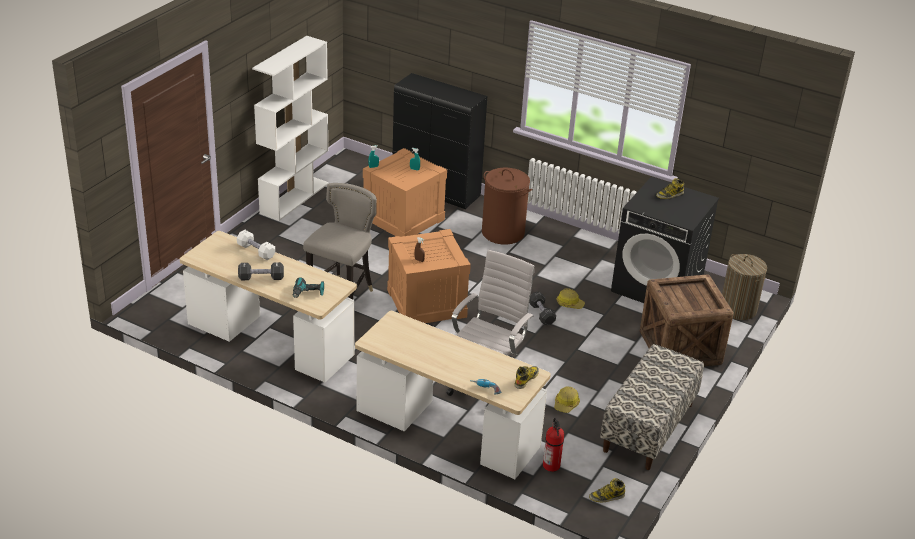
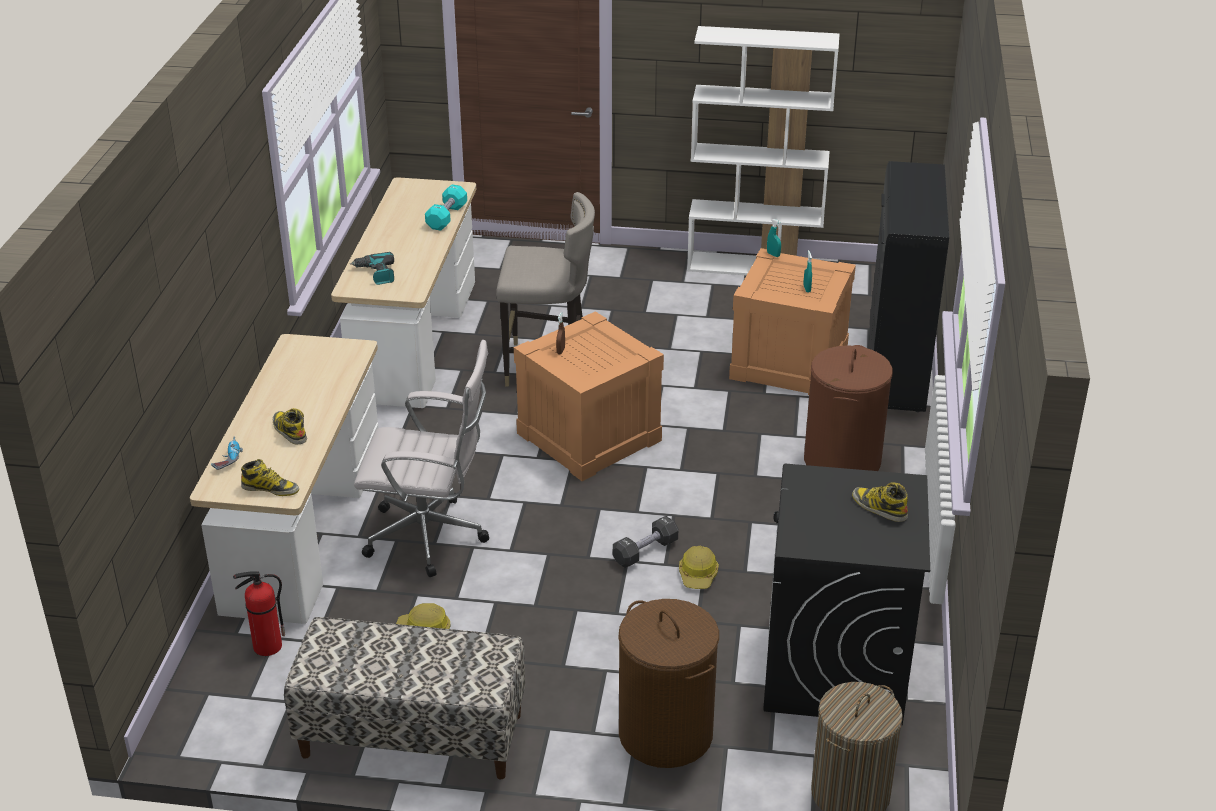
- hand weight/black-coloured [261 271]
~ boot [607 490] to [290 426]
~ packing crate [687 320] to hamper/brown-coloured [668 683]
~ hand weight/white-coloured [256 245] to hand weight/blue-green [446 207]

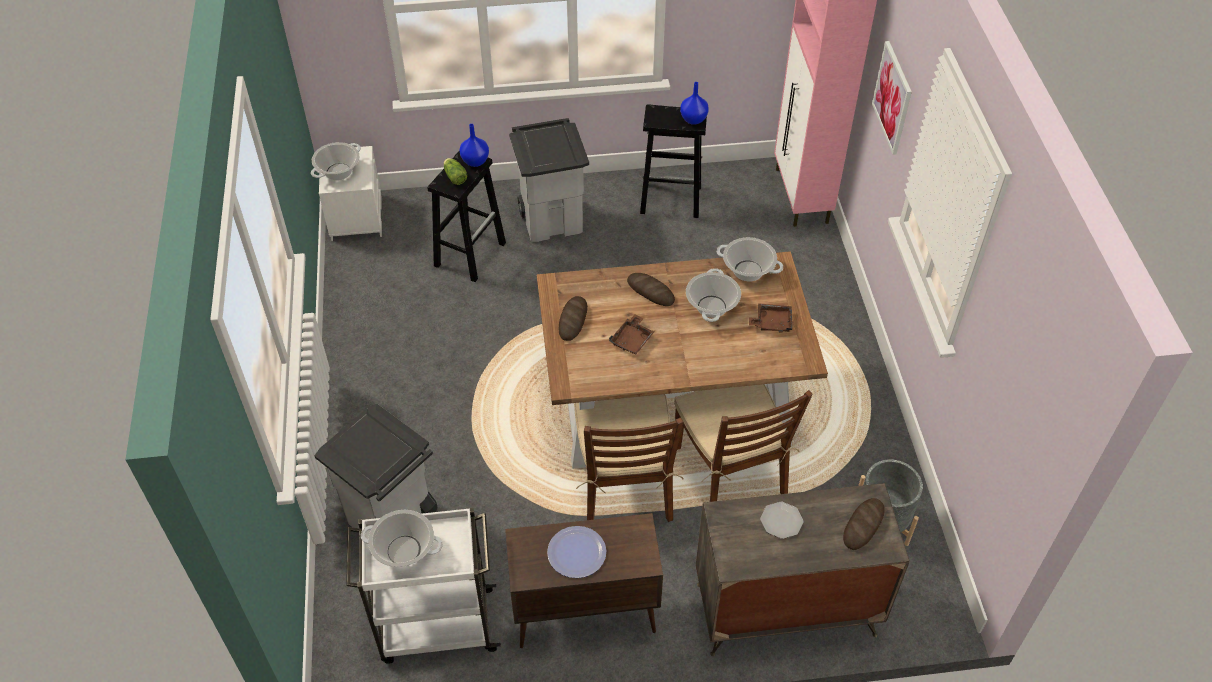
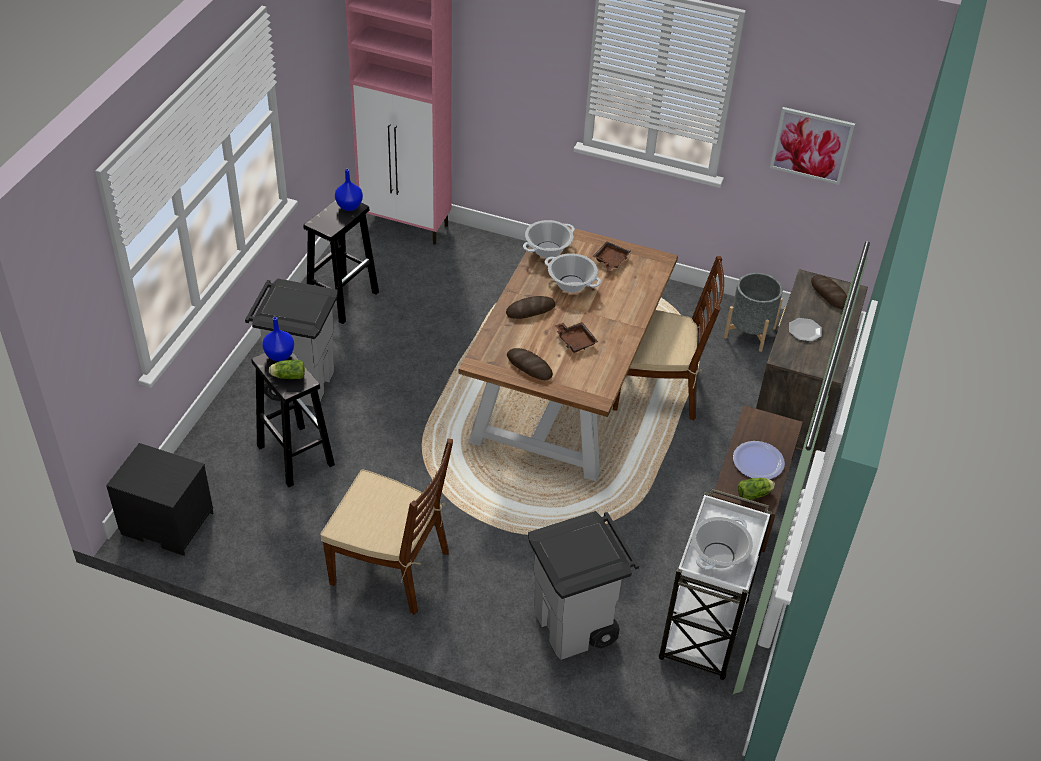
- cooking pot [336 161]
+ head of lettuce [756 489]
~ chair/brown-coloured [629 458] to [386 527]
~ picture [892 98] to [812 146]
~ night table/white-coloured [350 193] to night table/black-coloured [160 499]

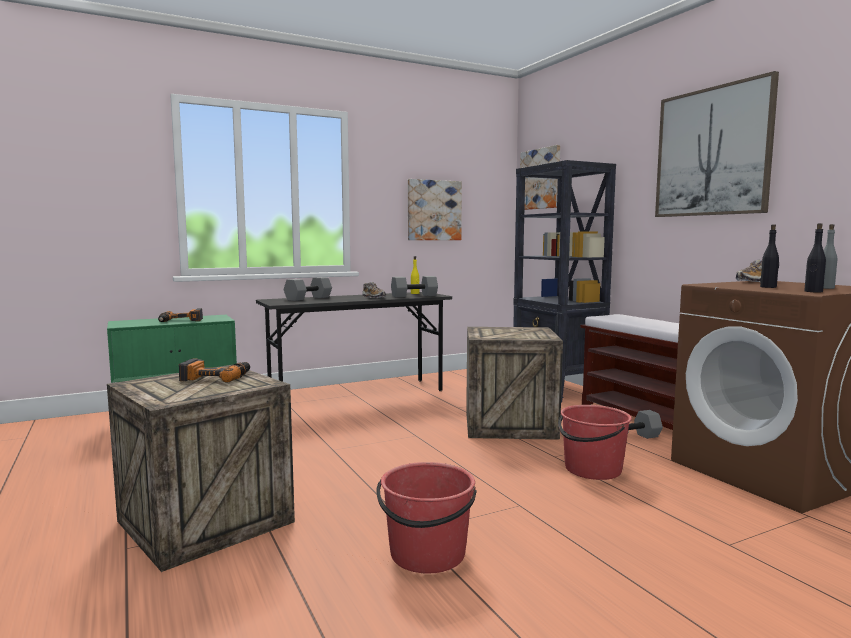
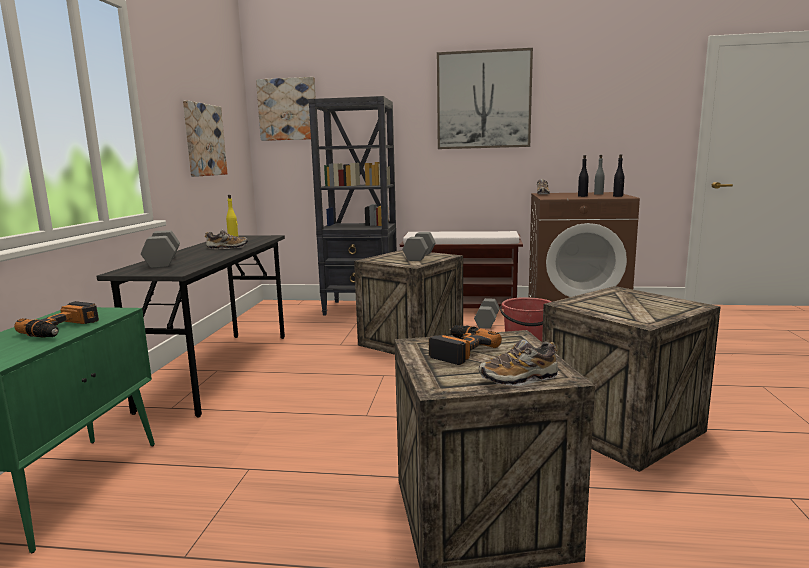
+ shoe [518 362]
~ hand weight/greyish [414 286] to [419 246]
~ water bucket/red-coloured [427 518] to packing crate [631 379]

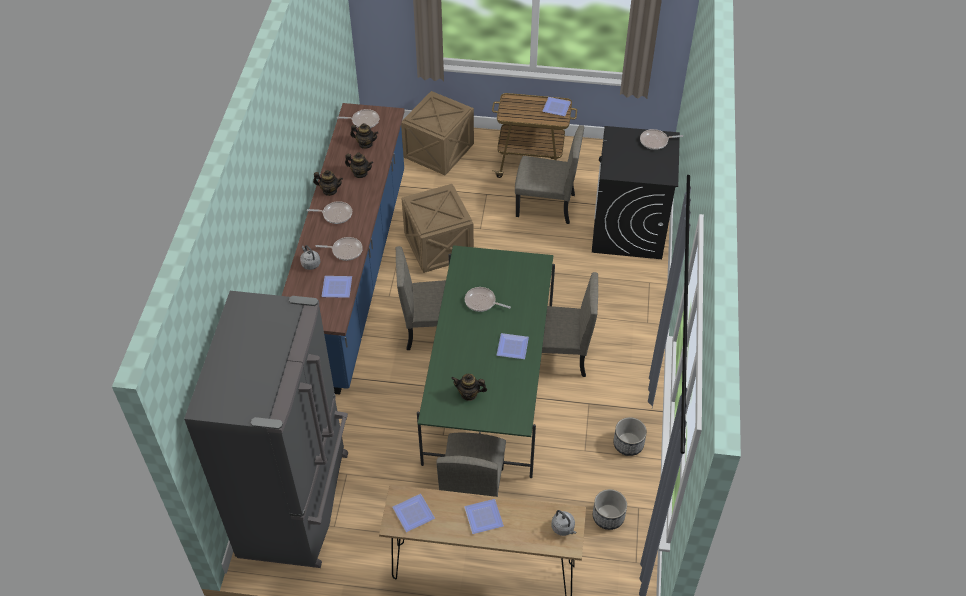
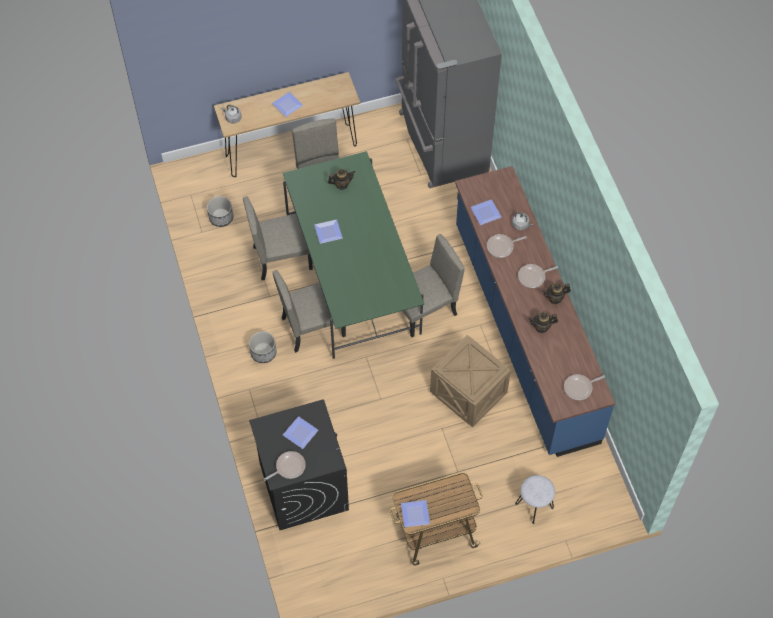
- tea pot [364 136]
- frying pan [488 299]
~ flat dish [413 513] to [300 432]
~ chair/sand-coloured [549 174] to [278 238]
~ flower pot [630 436] to [262 347]
~ packing crate [437 133] to stool seat/greyish [535 499]

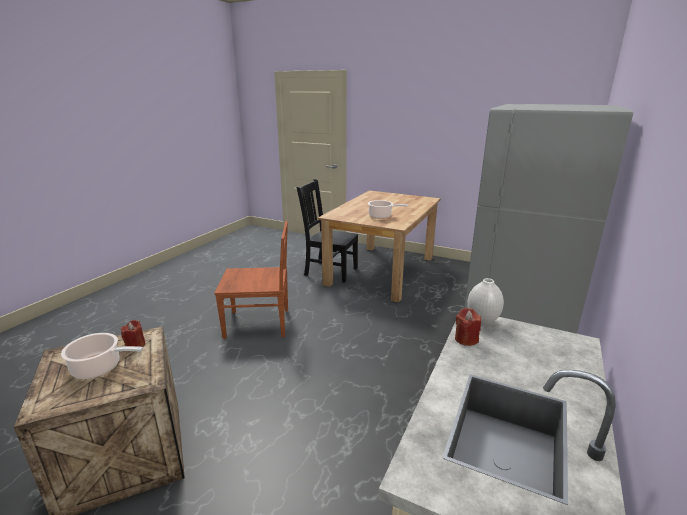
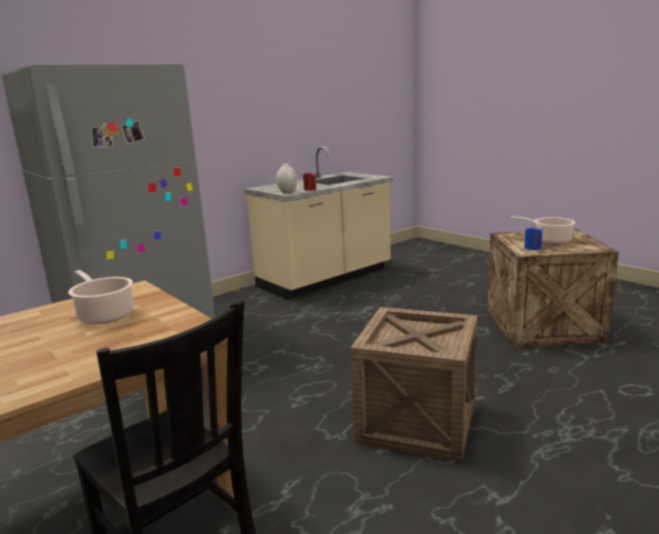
~ chair/brown-coloured [251 280] to packing crate [413 385]
~ candle/red-coloured [133 333] to candle/blue-coloured [533 237]

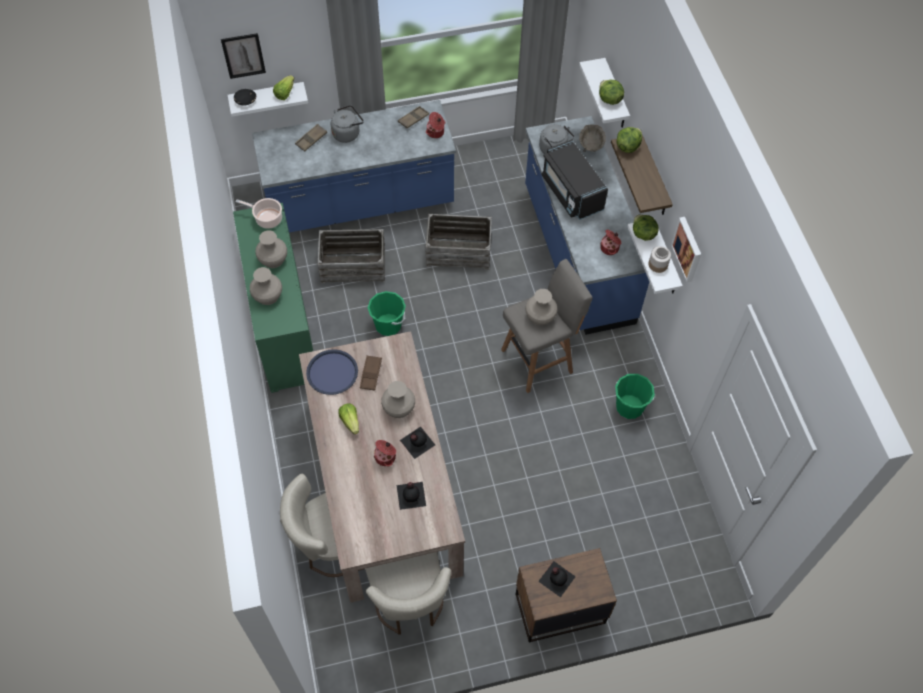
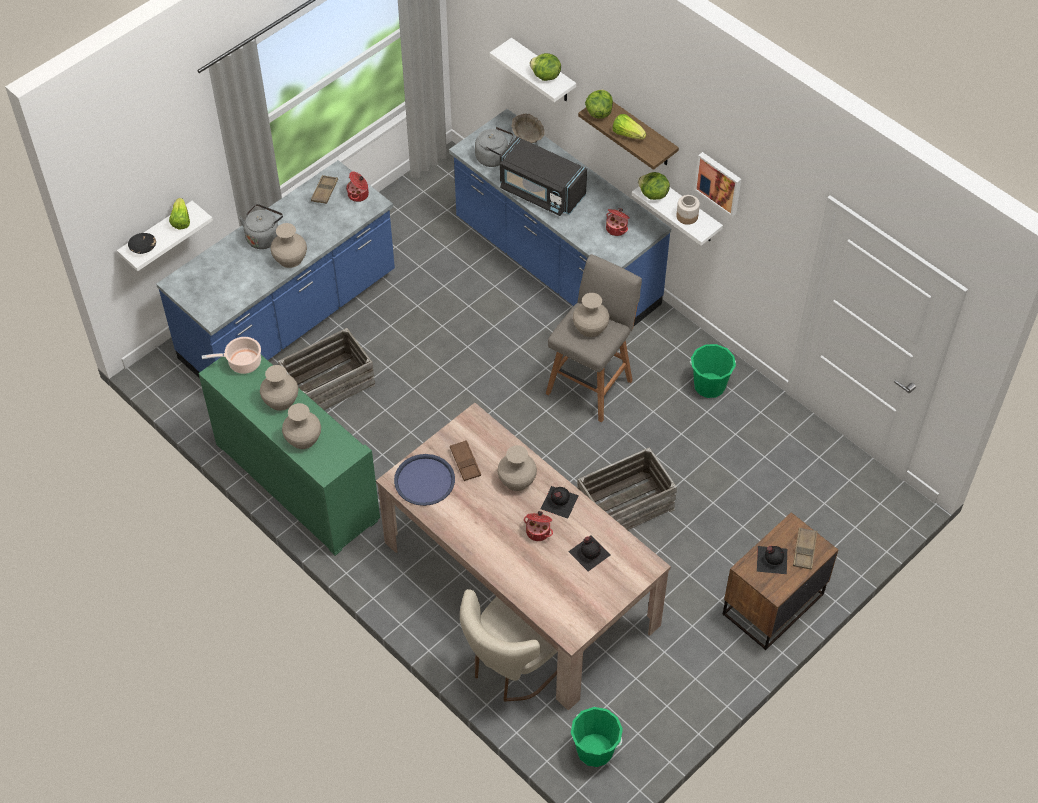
- picture [243 56]
- chair/sand-coloured [408 593]
+ vase/sand-coloured [289 245]
~ carrying tray/brown-coloured [311 138] to [805 548]
~ head of lettuce [348 419] to [629 126]
~ water bucket/greenish [387 313] to [597 737]
~ packing crate [458 242] to [627 488]

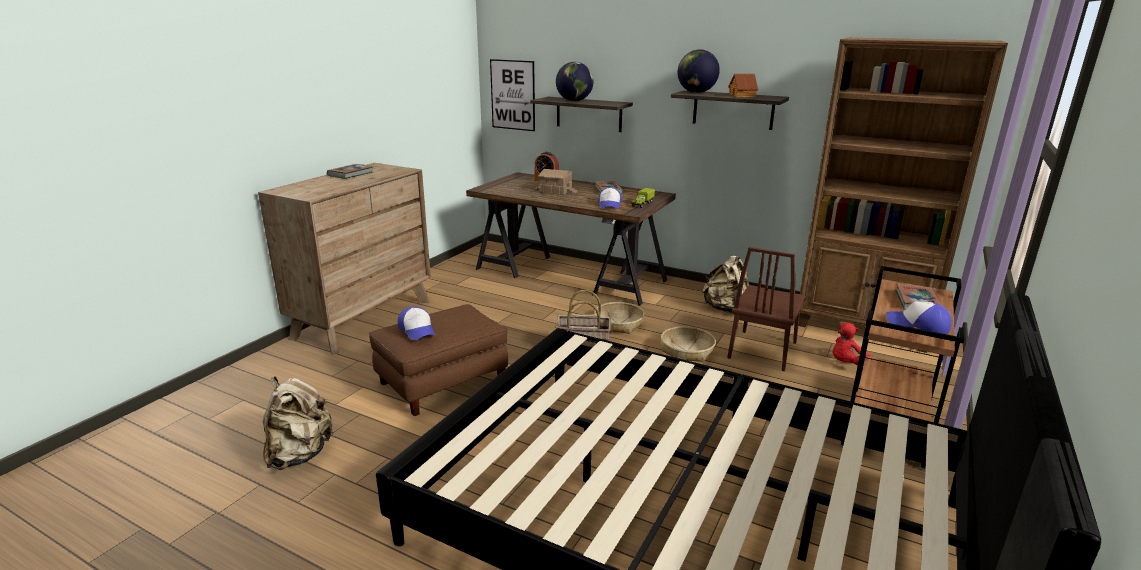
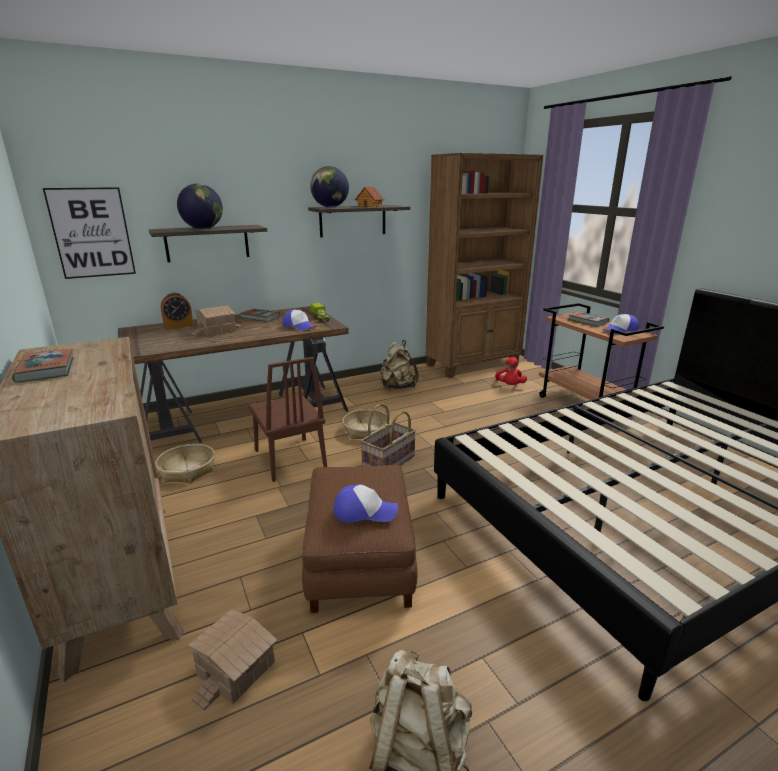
+ model house [232 659]
~ basket [688 344] to [185 463]
~ chair/brown-coloured [766 309] to [287 419]

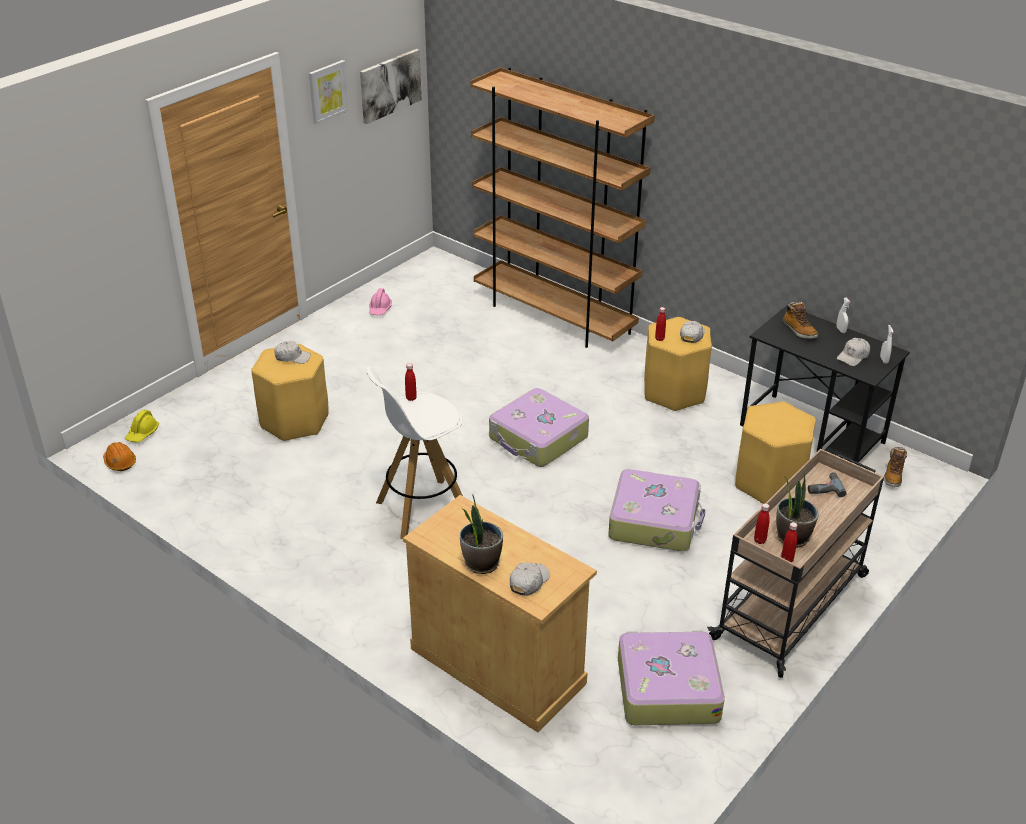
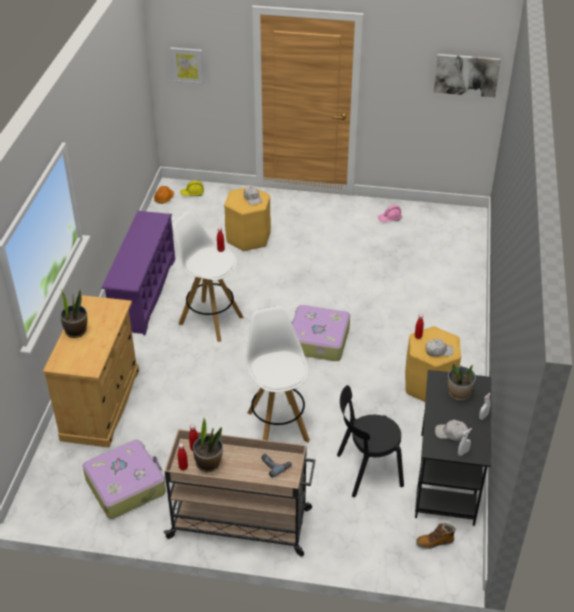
- bookshelf/brown-coloured [562 207]
- baseball cap/white-coloured [530 579]
+ shoe shelf/purple-coloured [138 273]
~ picture [329 92] to [187 66]
~ travel case [656 510] to stool seat/white-coloured [278 374]
~ stool seat/yellow-coloured [775 452] to chair/black-coloured [370 441]
~ boot [800 320] to potted plant [462 382]

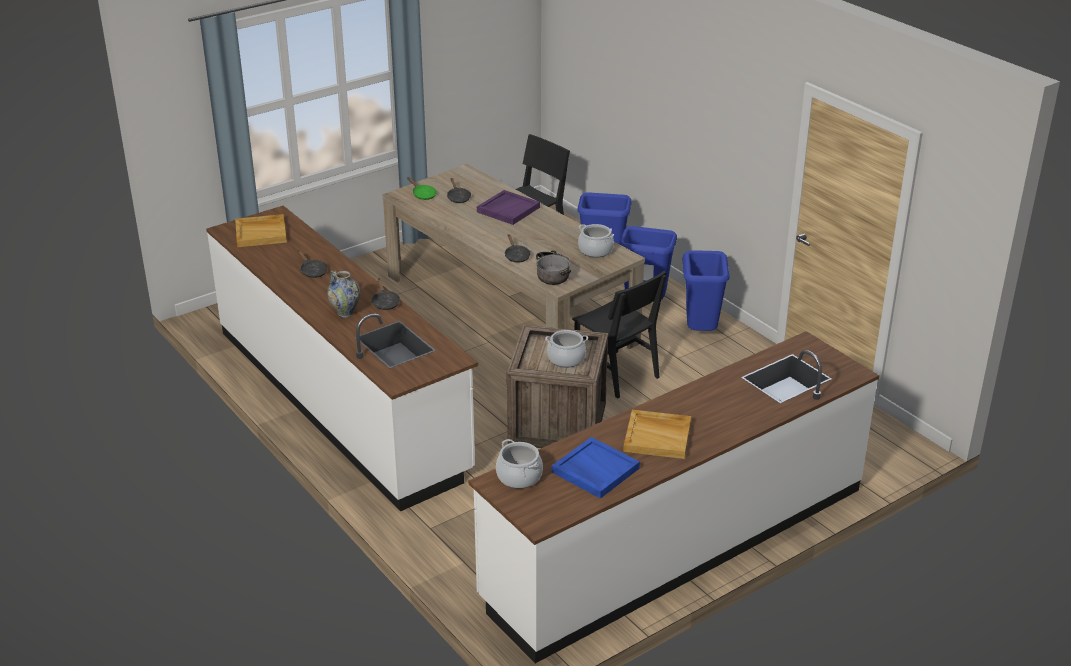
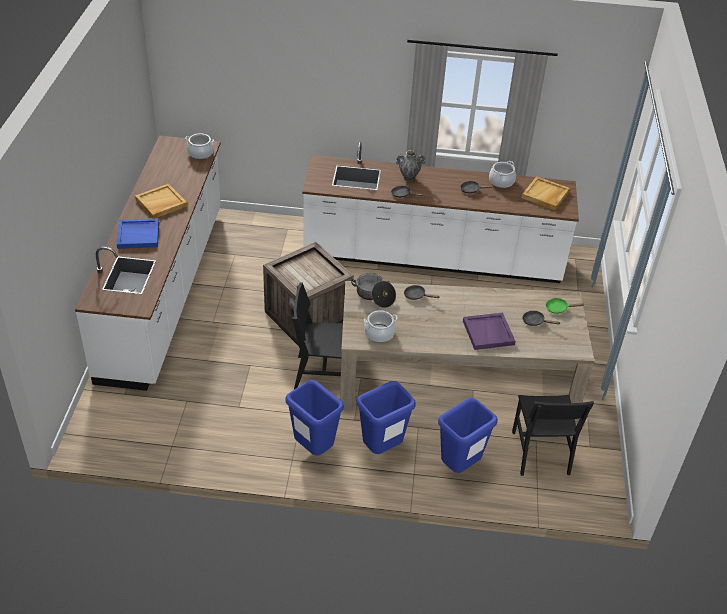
~ cooking pot [566 349] to [502 174]
~ carrying tray/blue-coloured [596 468] to [138 233]

